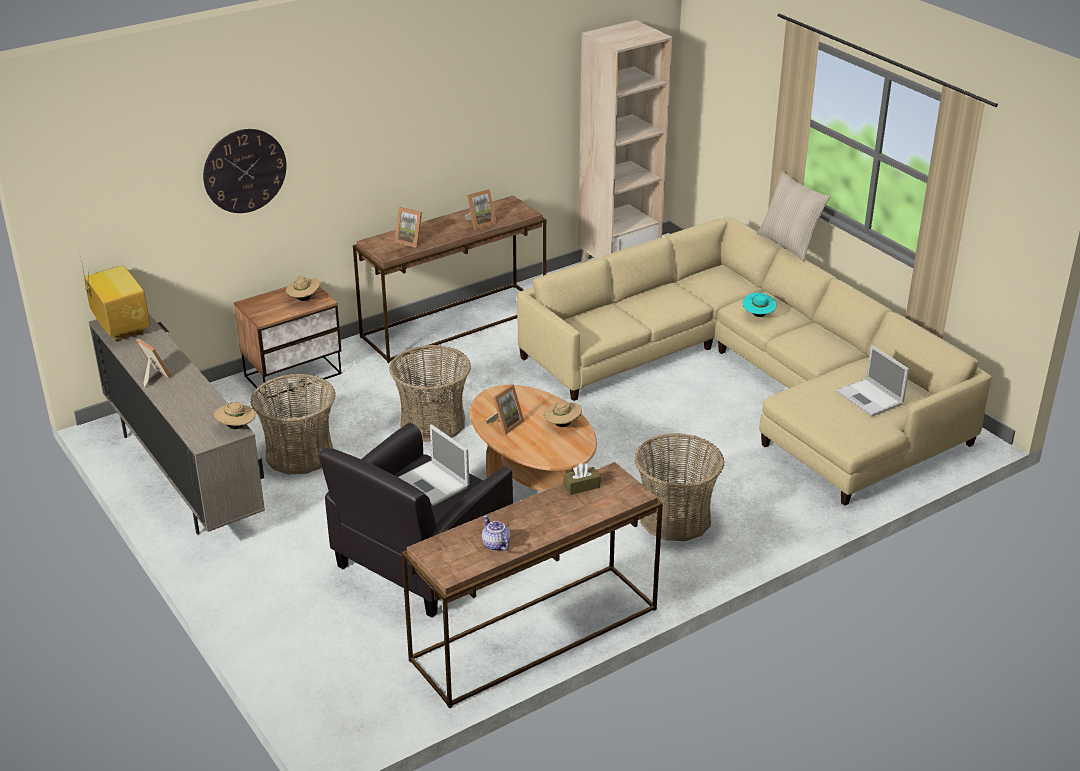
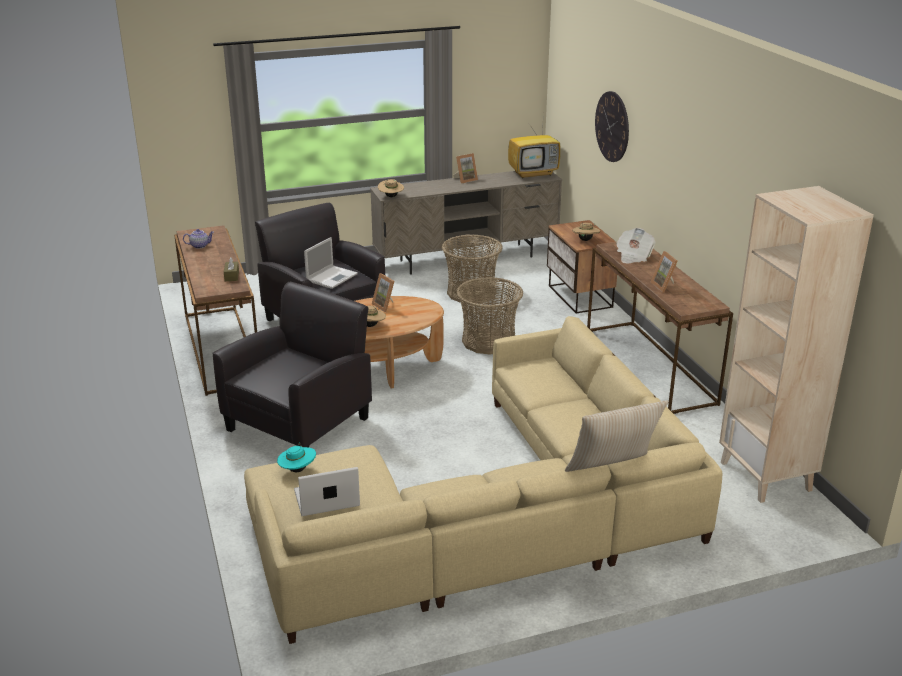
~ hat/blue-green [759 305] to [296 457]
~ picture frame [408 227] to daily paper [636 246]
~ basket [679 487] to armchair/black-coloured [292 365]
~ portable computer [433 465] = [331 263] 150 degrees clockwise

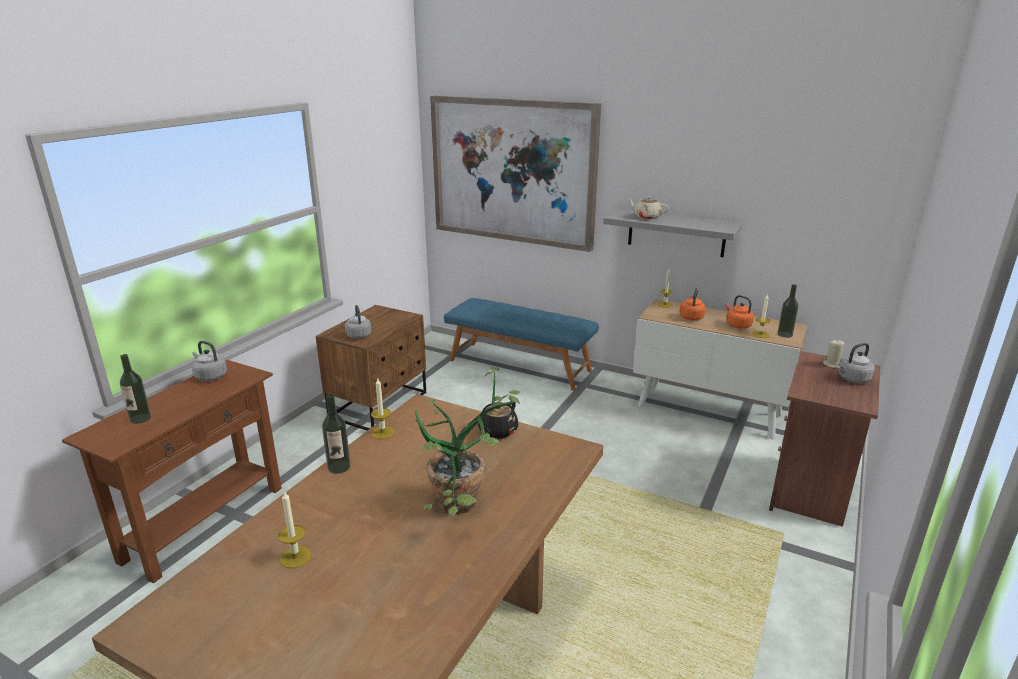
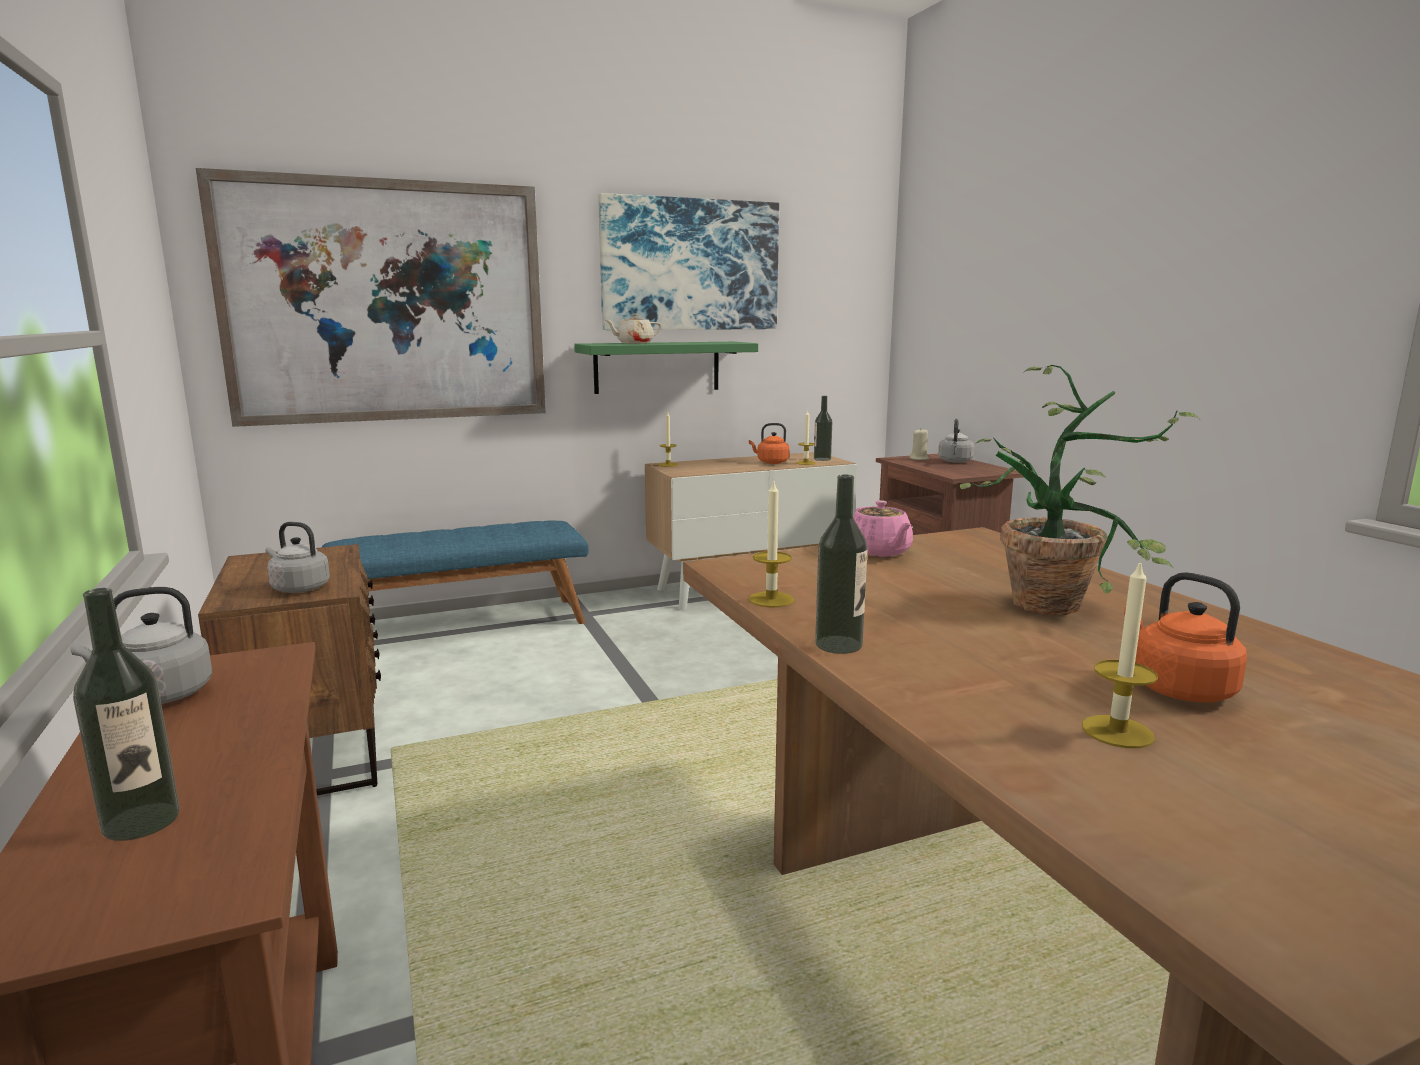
+ picture [688 261]
~ tea kettle/orange [692 304] to [1185 637]
~ tea pot/black-coloured [498 420] to tea pot/pink-coloured [883 528]
~ bracket shelf/greyish [673 233] to bracket shelf/greenish [666 368]

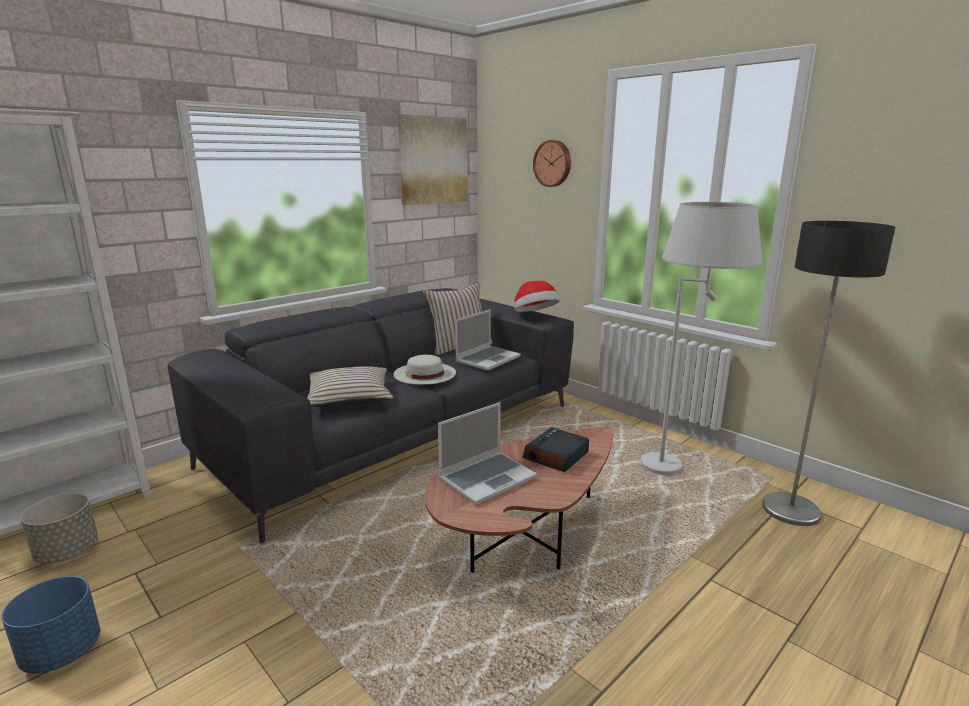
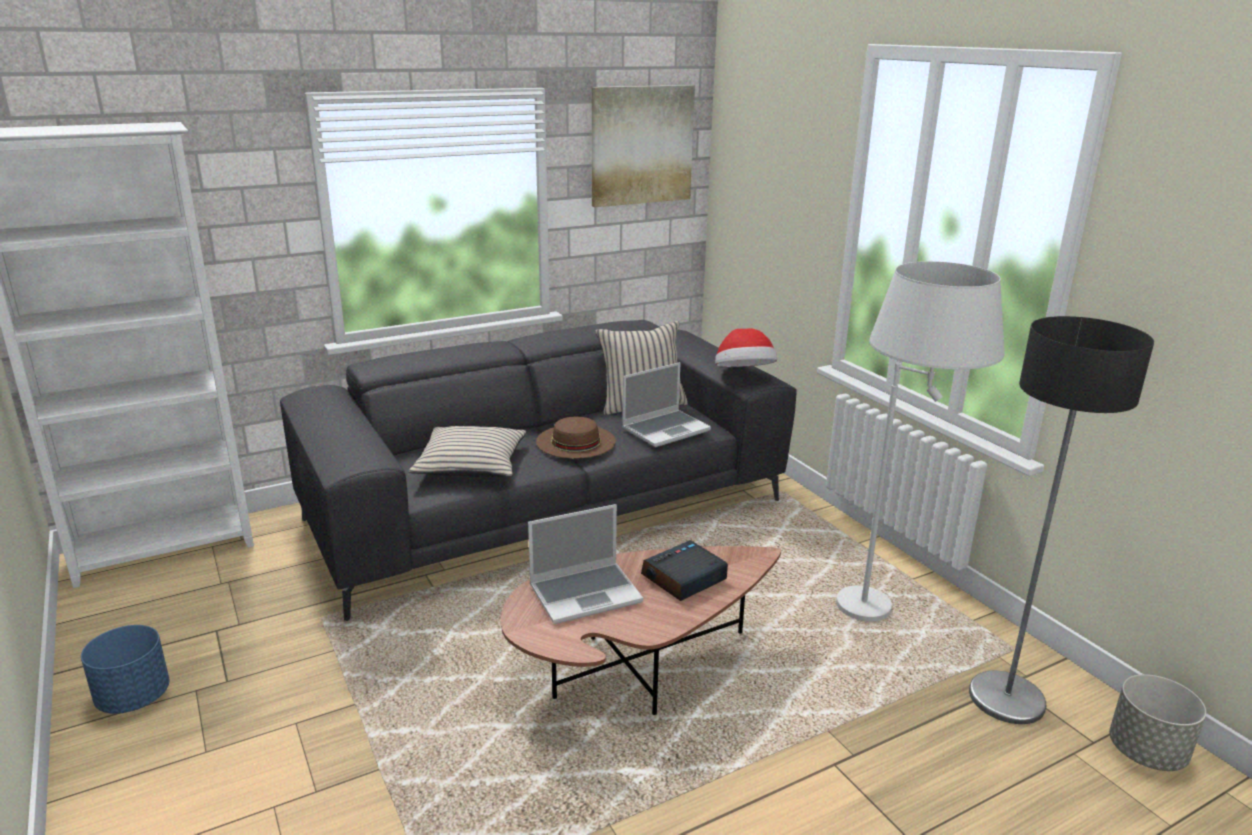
- hanging clock [552 163]
~ flower pot/greyish [59 528] to [1157 722]
~ hat/white-coloured [424 370] to hat/brown-coloured [576 437]

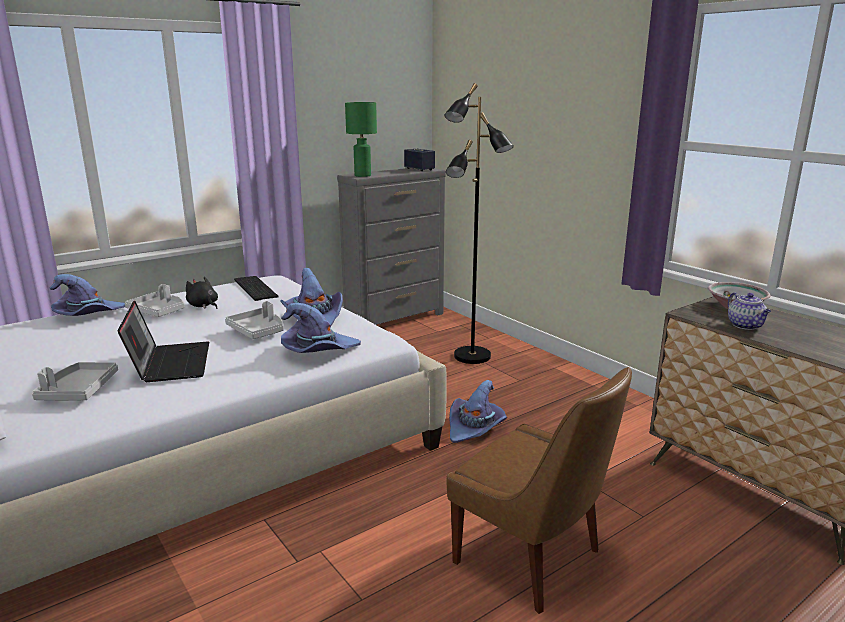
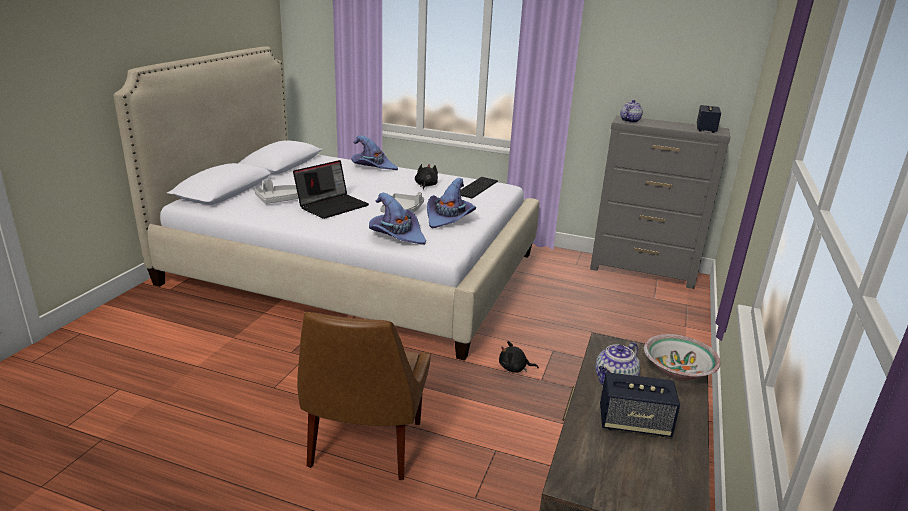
- carrying tray/greyish [154 300]
- standard lamp/black-coloured [479 223]
+ audio speaker [640 404]
~ tabletop lamp/greenish [361 139] to tea pot [631 111]
~ hat/purple-coloured [478 411] to soft toy/black-coloured [519 357]

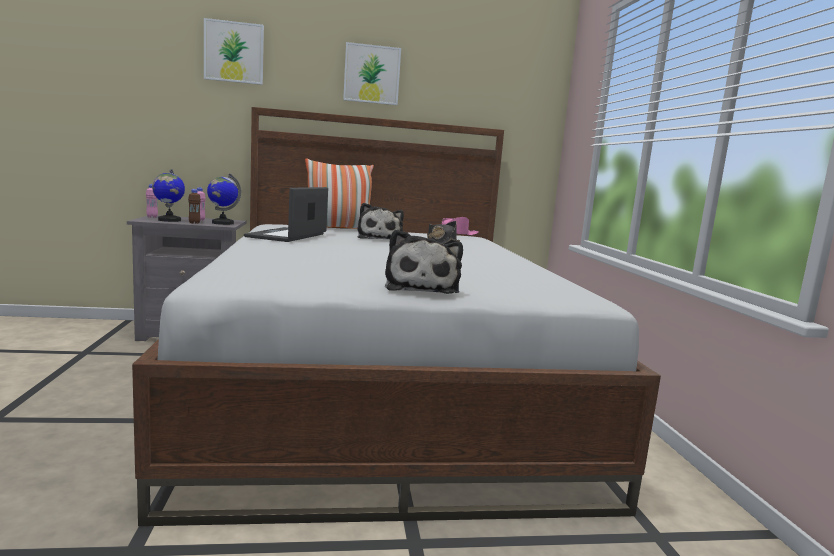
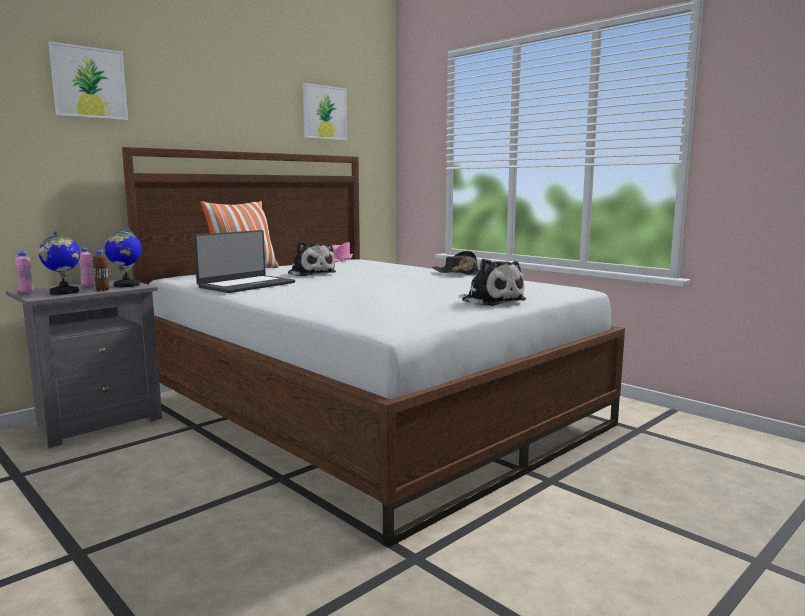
~ picture [372 73] to [325 111]
~ hat/black-coloured [443 233] to [456 263]
~ portable computer [286 214] = [244 261] 120 degrees counterclockwise

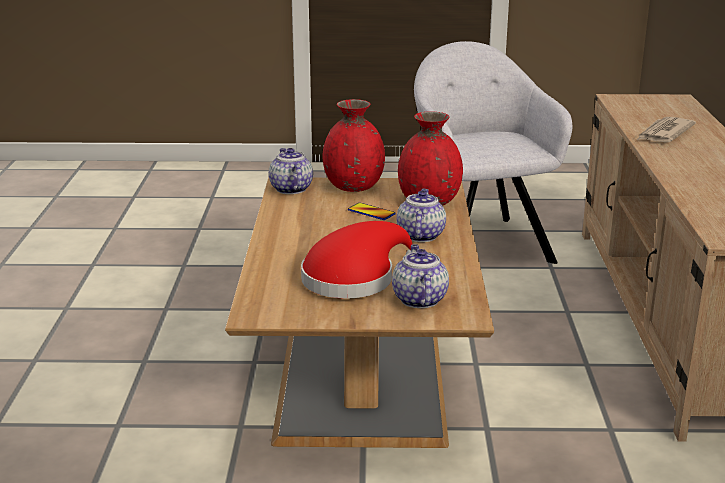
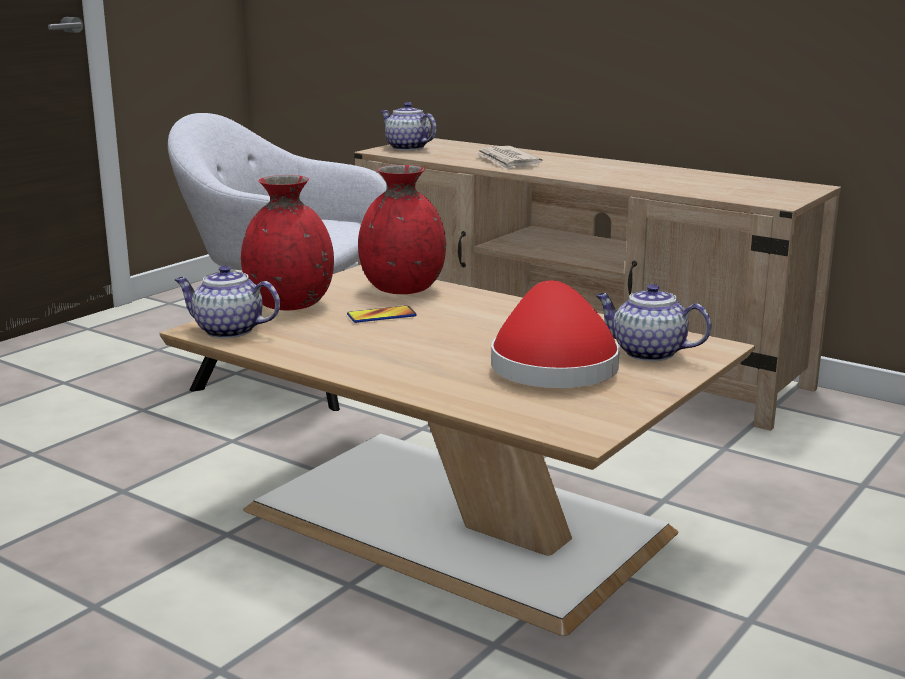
~ tea pot [421 215] to [408 126]

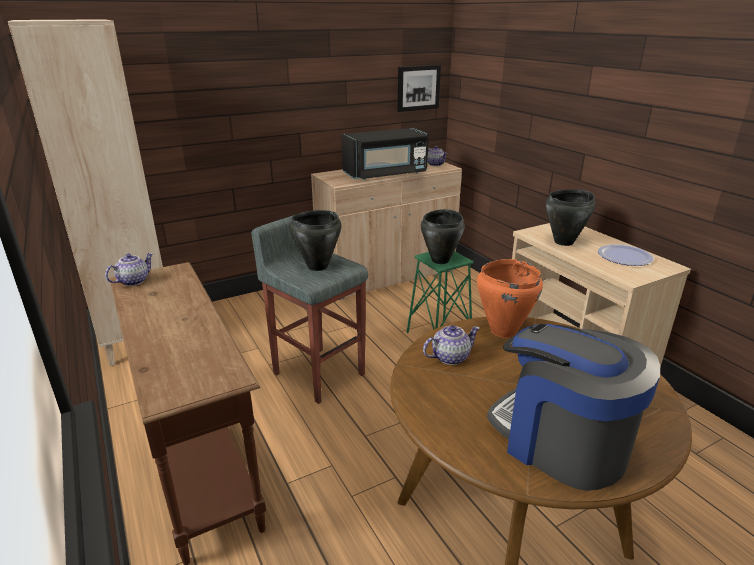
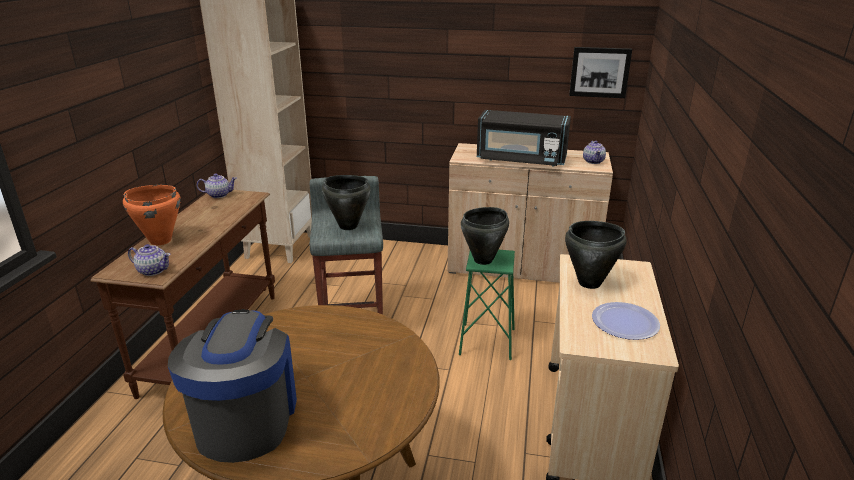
~ tea pot [451 345] to [149 260]
~ cooking pot/orange [510 298] to [152 215]

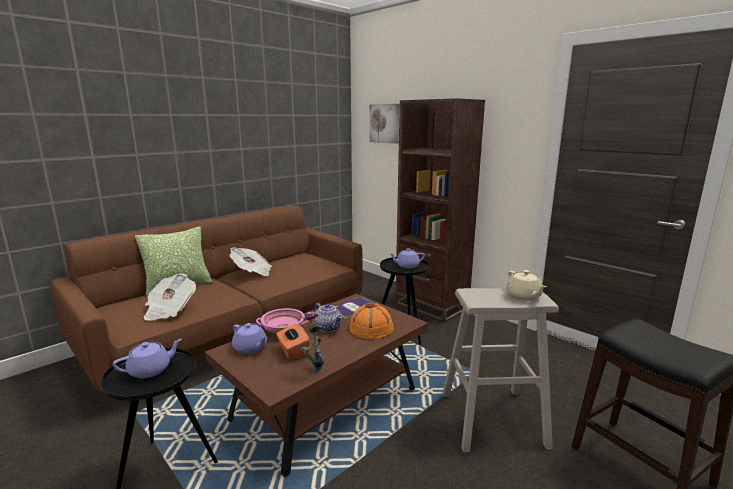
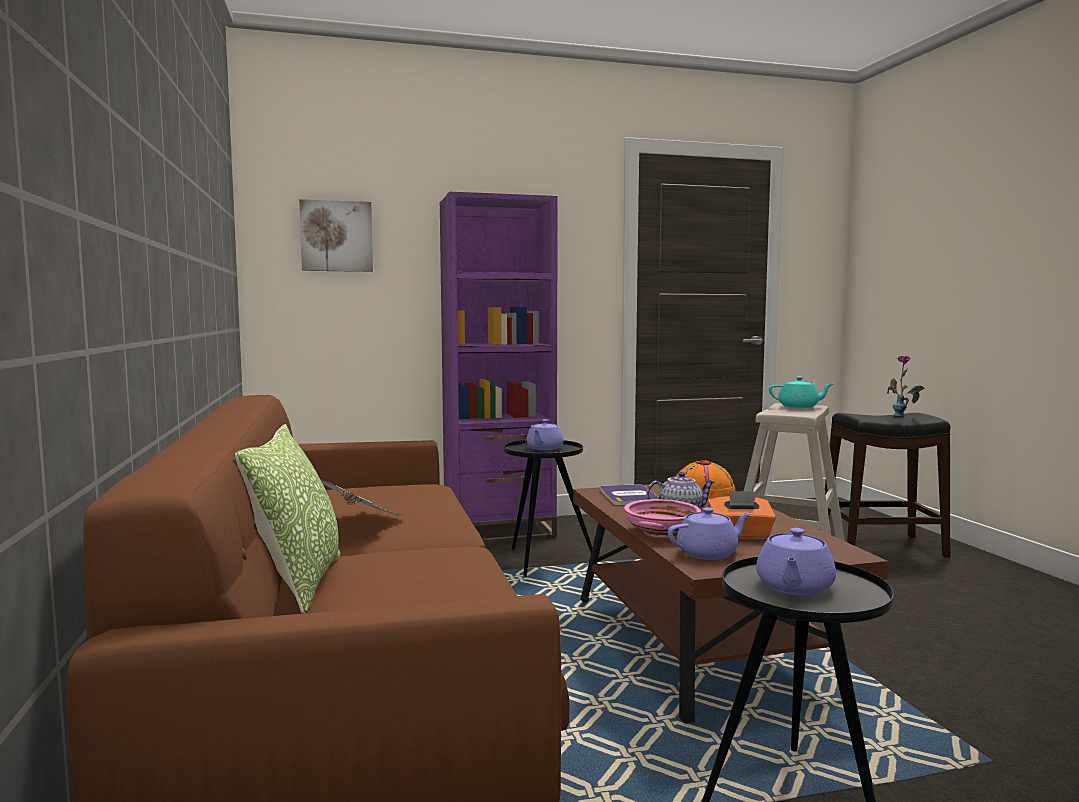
- daily paper [170 297]
~ vase [311 341] to [905 385]
~ bookshelf/brown-coloured [440 210] to bookshelf/purple-coloured [499 367]
~ tea pot/sand-coloured [526 285] to tea pot/blue-green [801 392]
~ tea pot/purple-coloured [147 359] = [796 561] 150 degrees counterclockwise

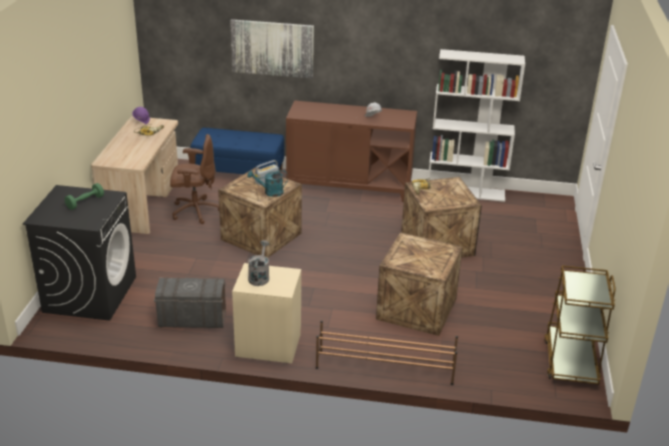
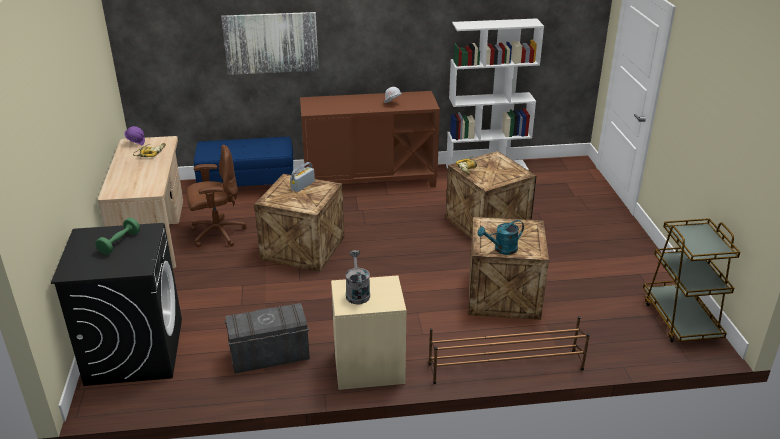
~ sprinkling can/blue-green [267 183] to [501 237]

